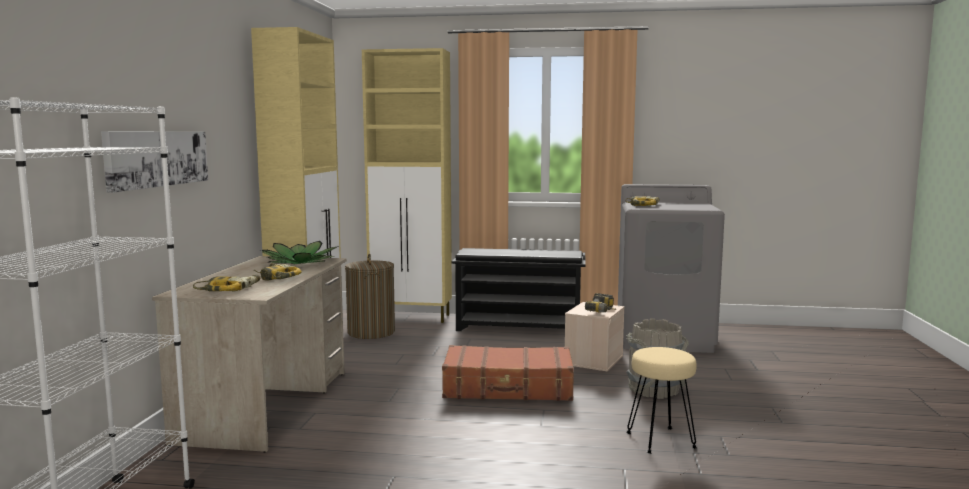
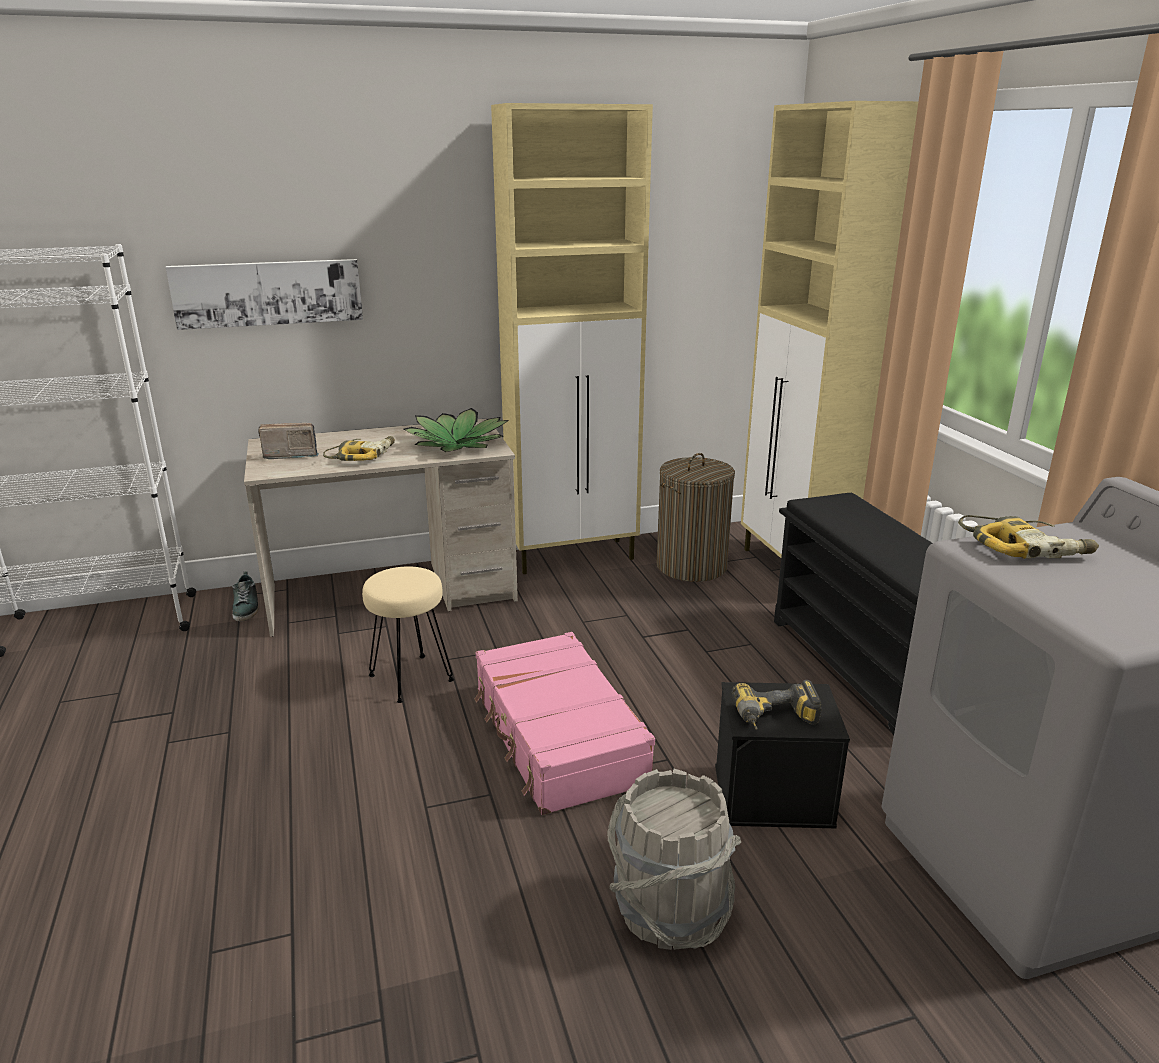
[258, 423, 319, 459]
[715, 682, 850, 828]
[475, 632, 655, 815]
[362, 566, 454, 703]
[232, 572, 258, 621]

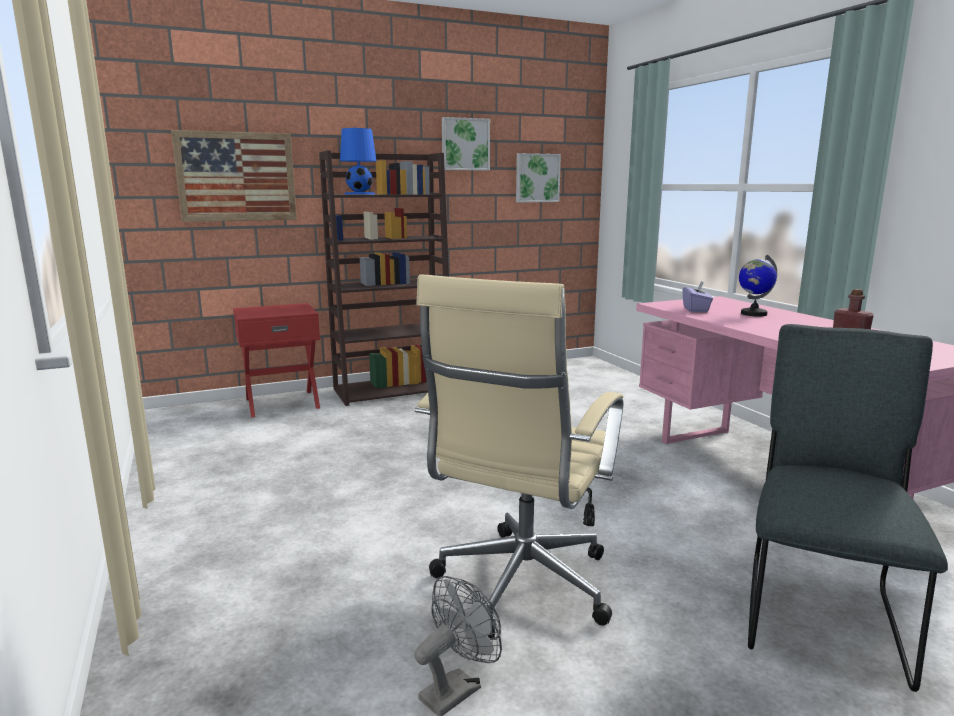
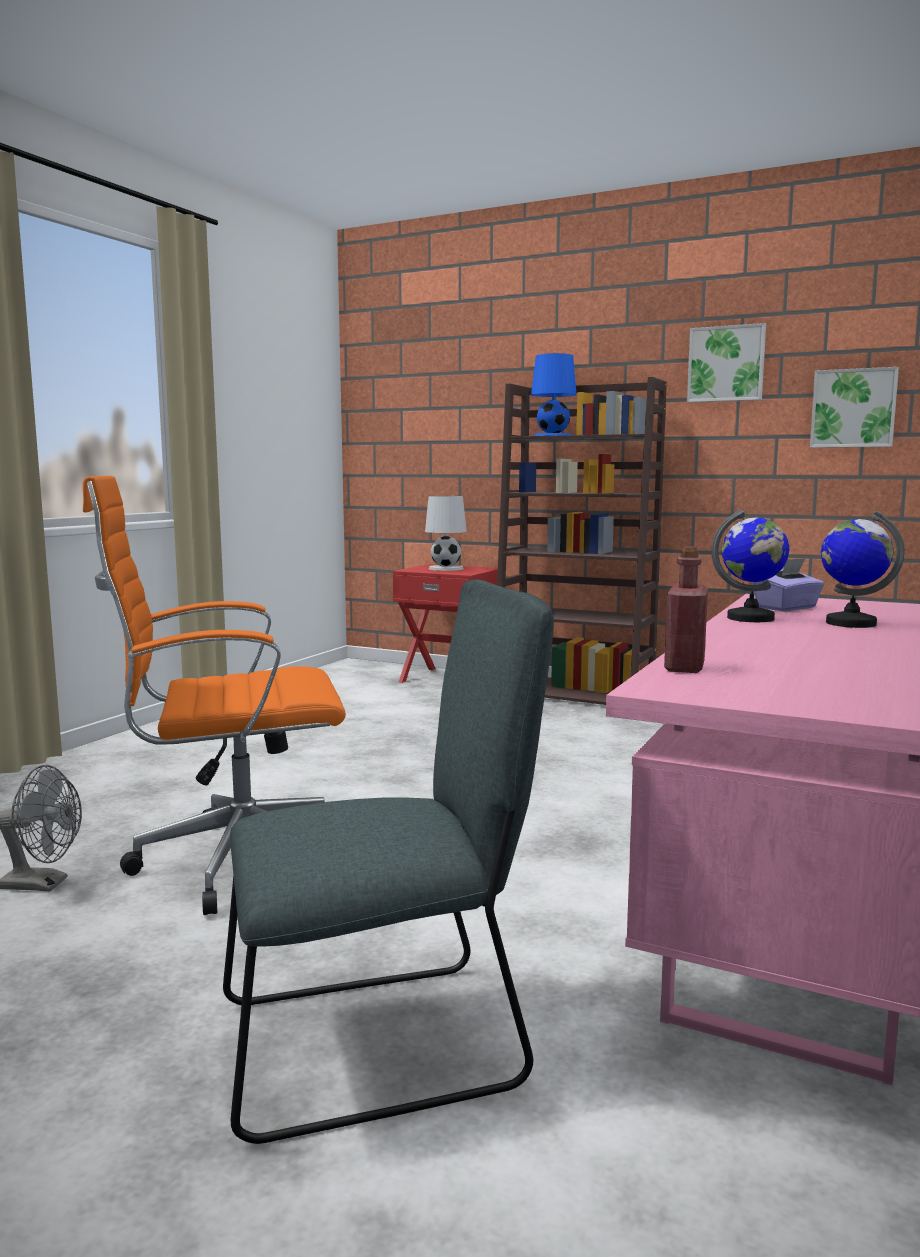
[171, 130, 297, 222] (first image)
[82, 476, 346, 915]
[425, 496, 467, 571]
[711, 509, 789, 622]

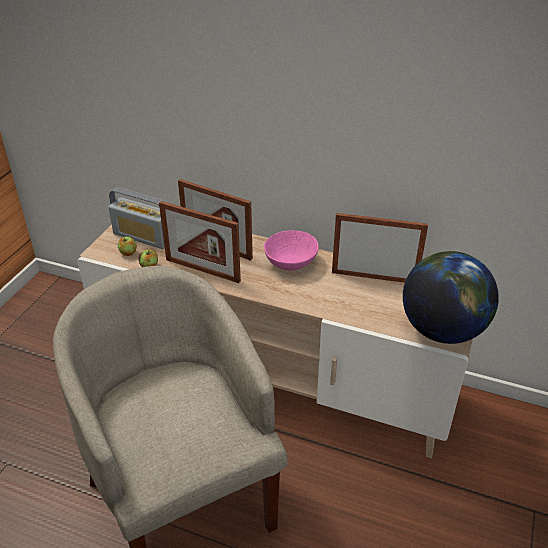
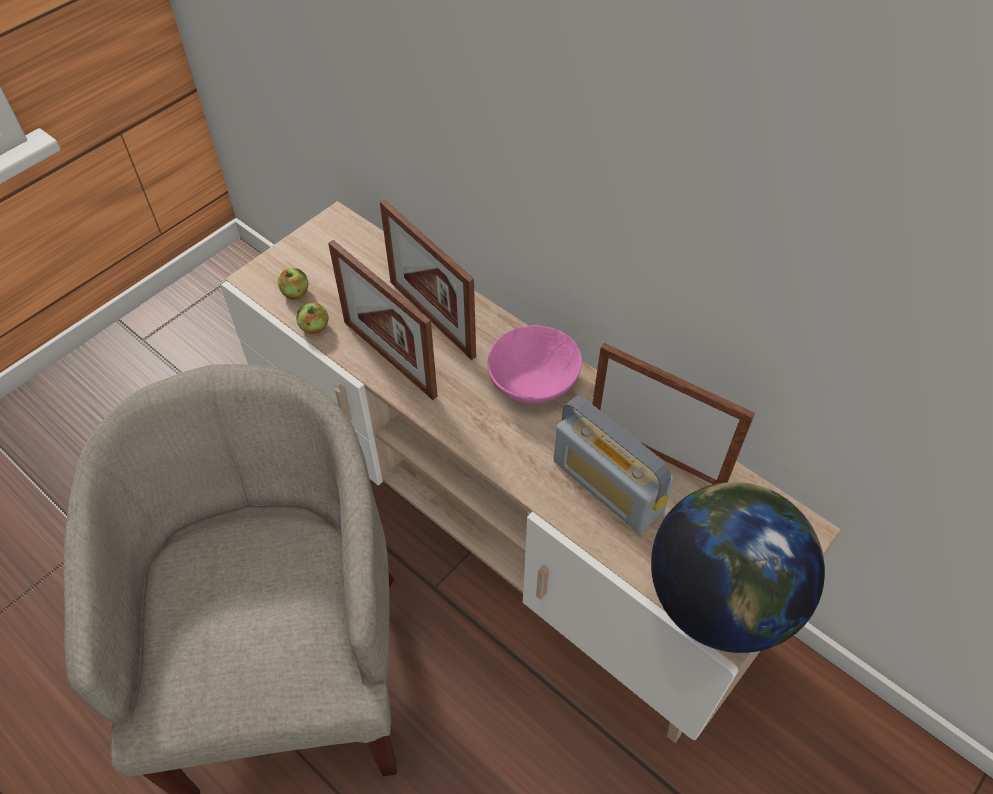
[554, 396, 674, 533]

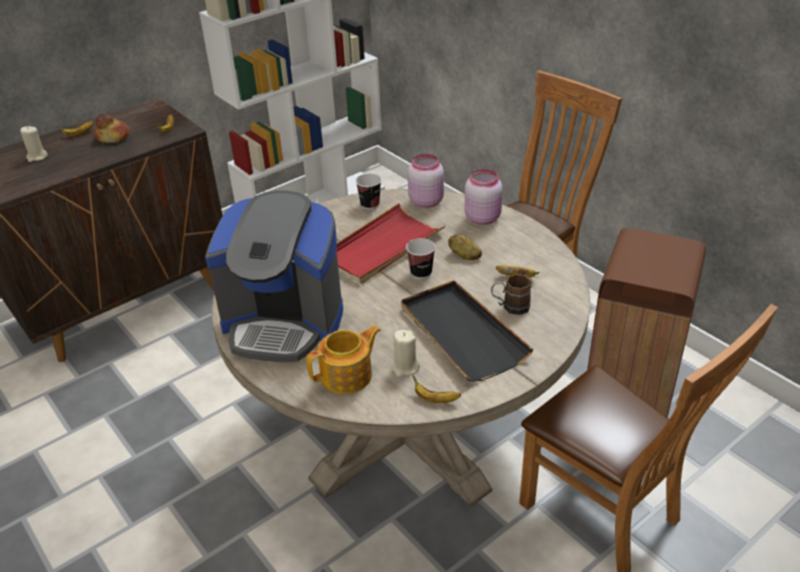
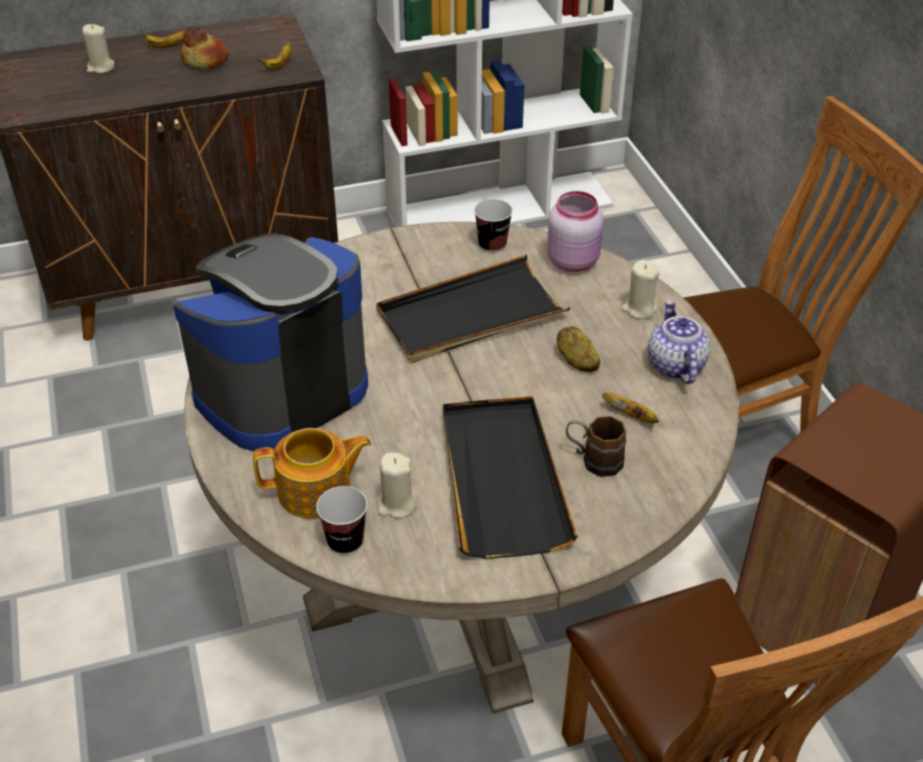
[621, 260, 660, 319]
[173, 233, 368, 451]
[376, 255, 570, 363]
[316, 486, 367, 555]
[413, 376, 461, 403] (first image)
[648, 300, 710, 384]

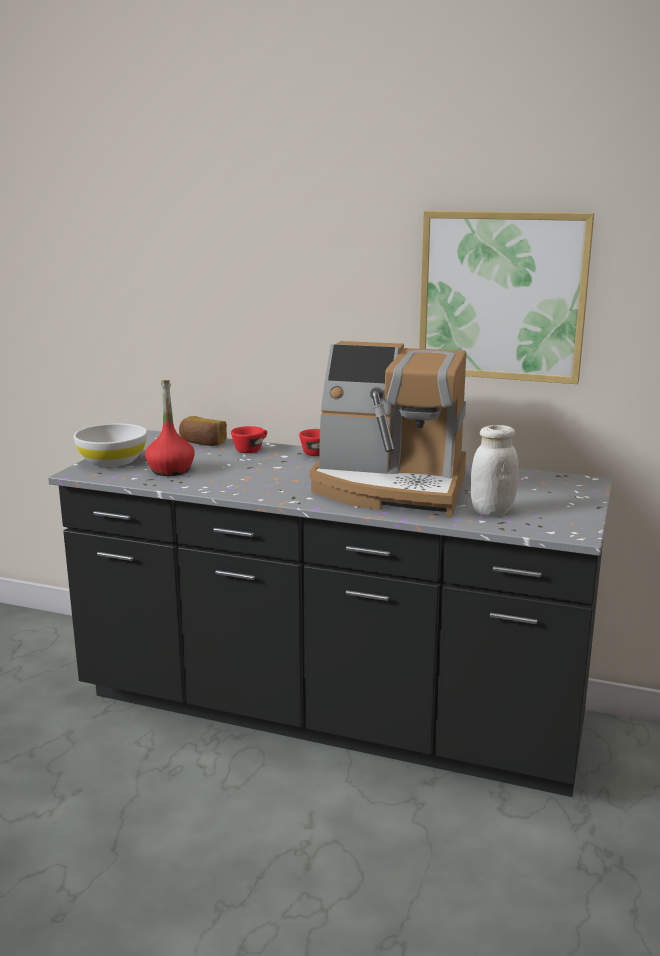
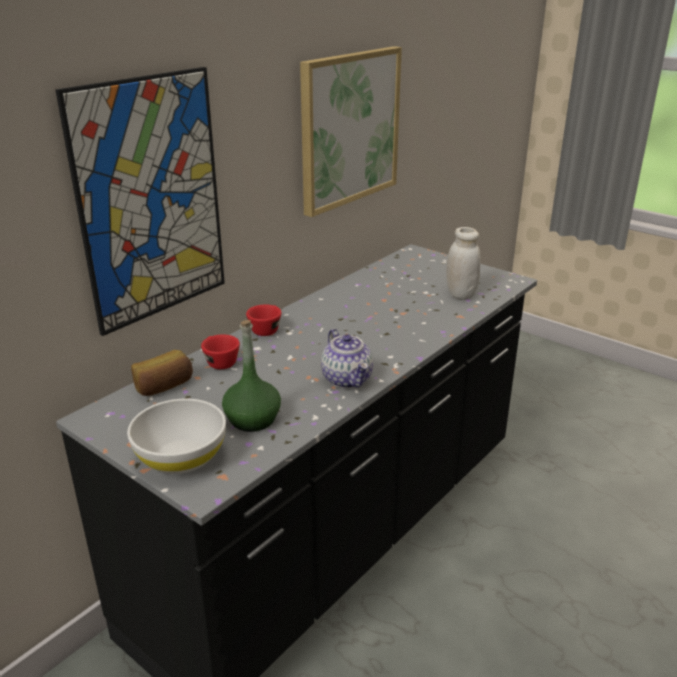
[310, 341, 466, 518] (first image)
[222, 320, 281, 432]
[55, 67, 225, 336]
[321, 329, 373, 388]

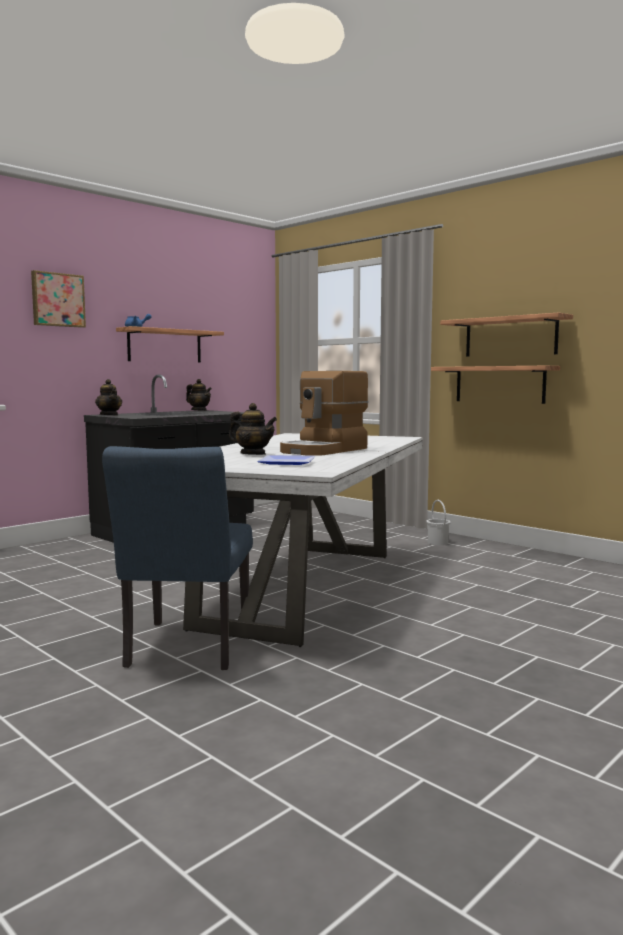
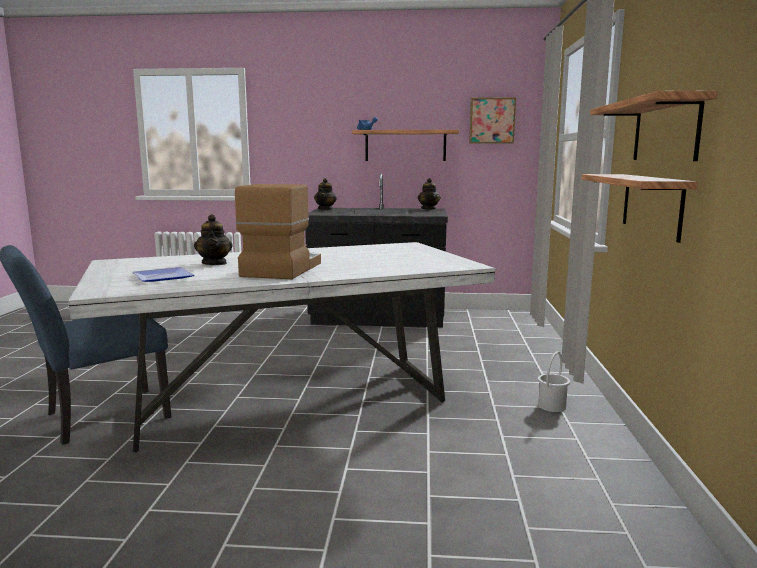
[469, 97, 516, 143]
[235, 184, 321, 279]

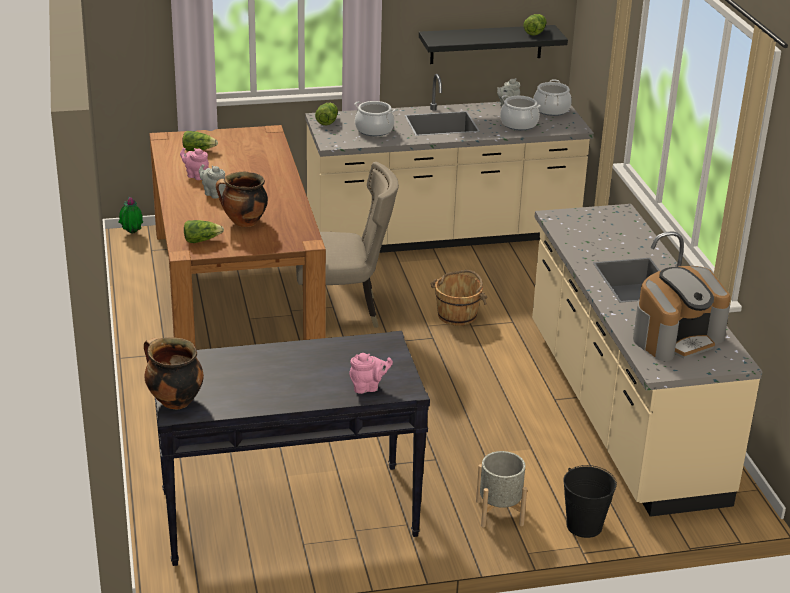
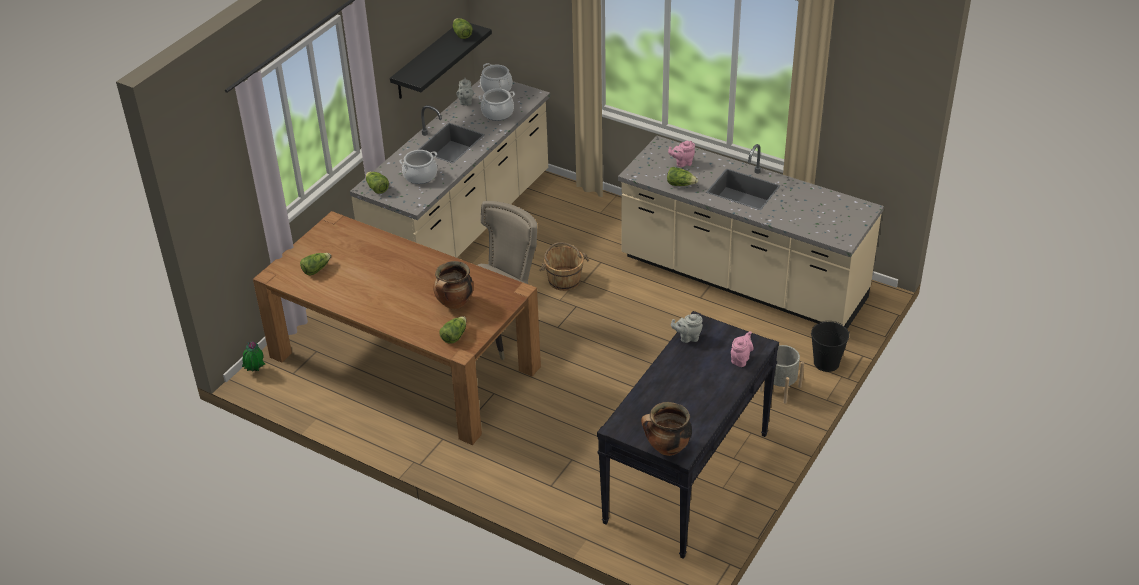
[668, 141, 695, 167]
[671, 314, 703, 343]
[633, 266, 731, 361] (first image)
[667, 167, 698, 186]

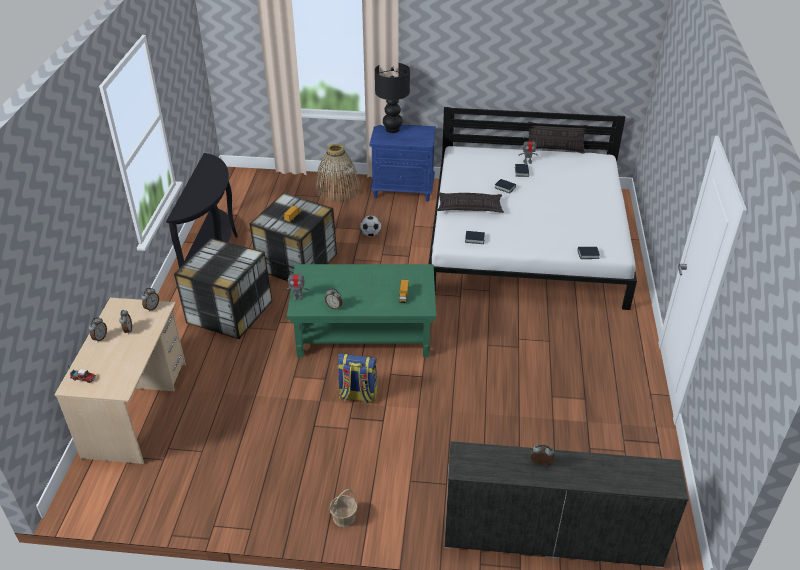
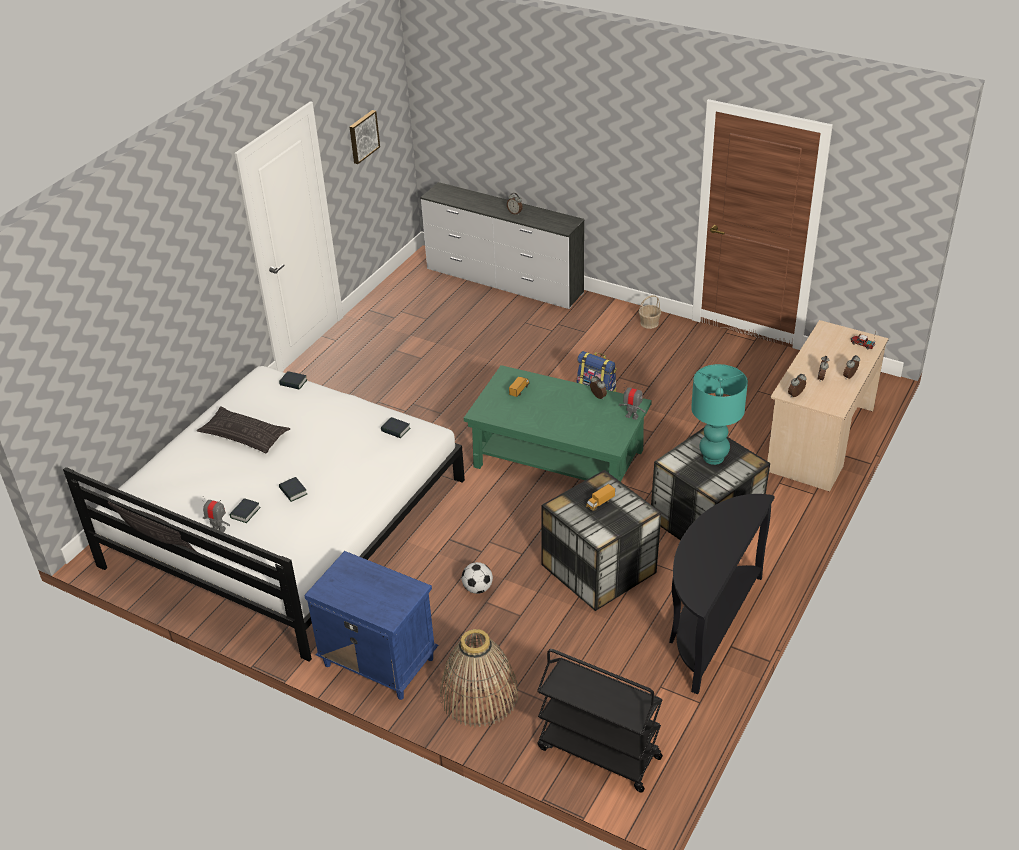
[375, 63, 410, 133] (first image)
[197, 406, 290, 453]
[350, 110, 380, 164]
[691, 364, 748, 465]
[537, 649, 663, 793]

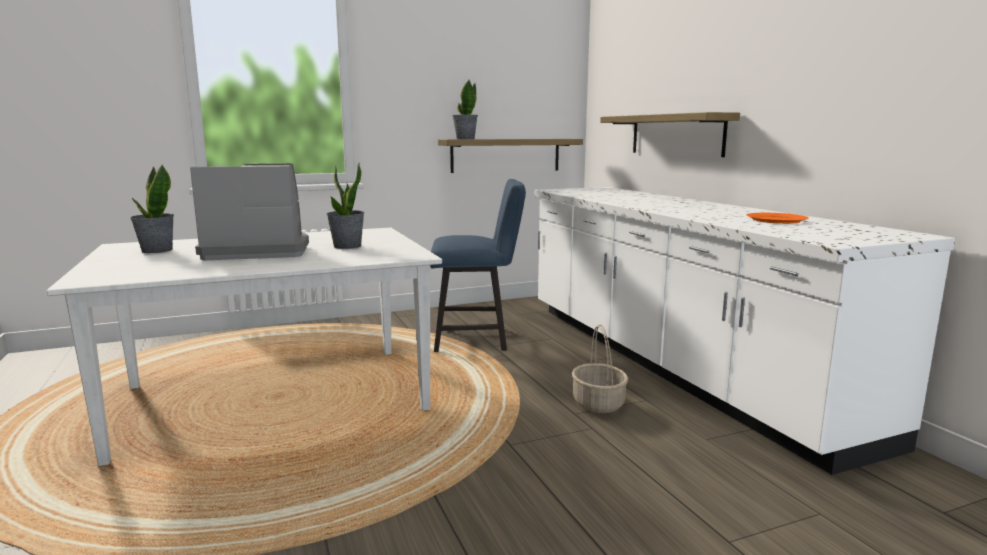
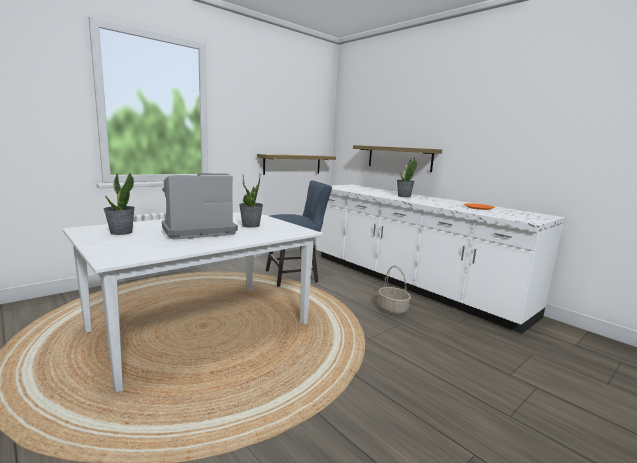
[397, 158, 417, 197]

